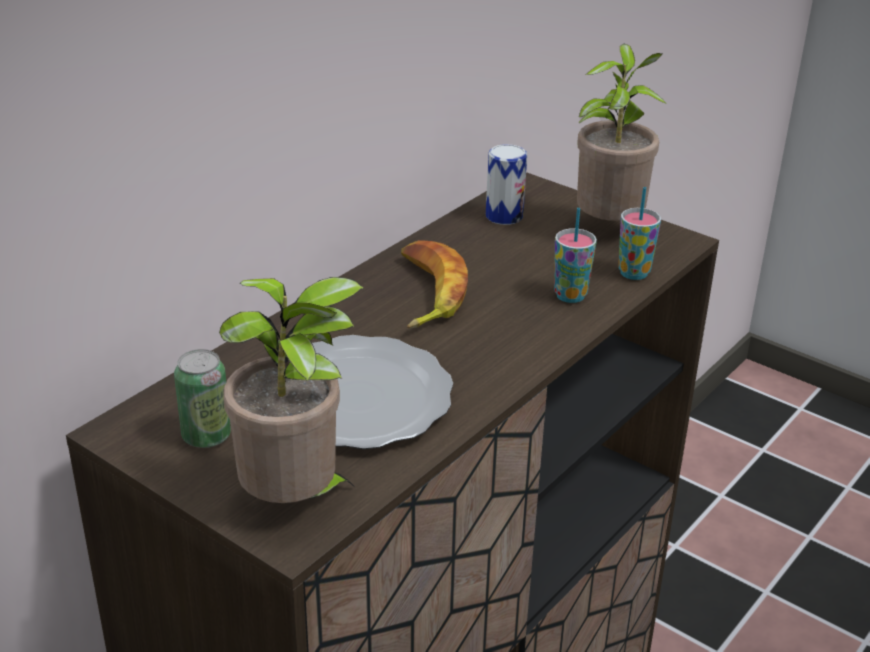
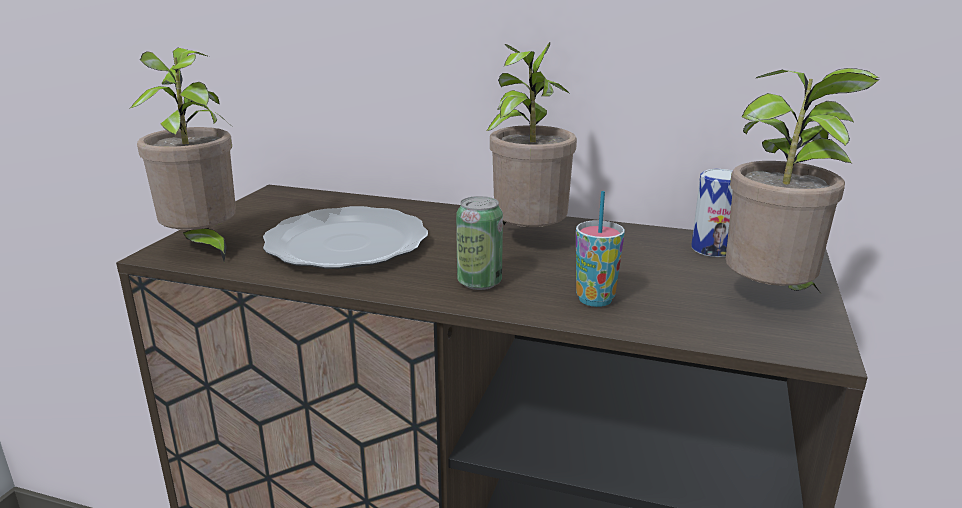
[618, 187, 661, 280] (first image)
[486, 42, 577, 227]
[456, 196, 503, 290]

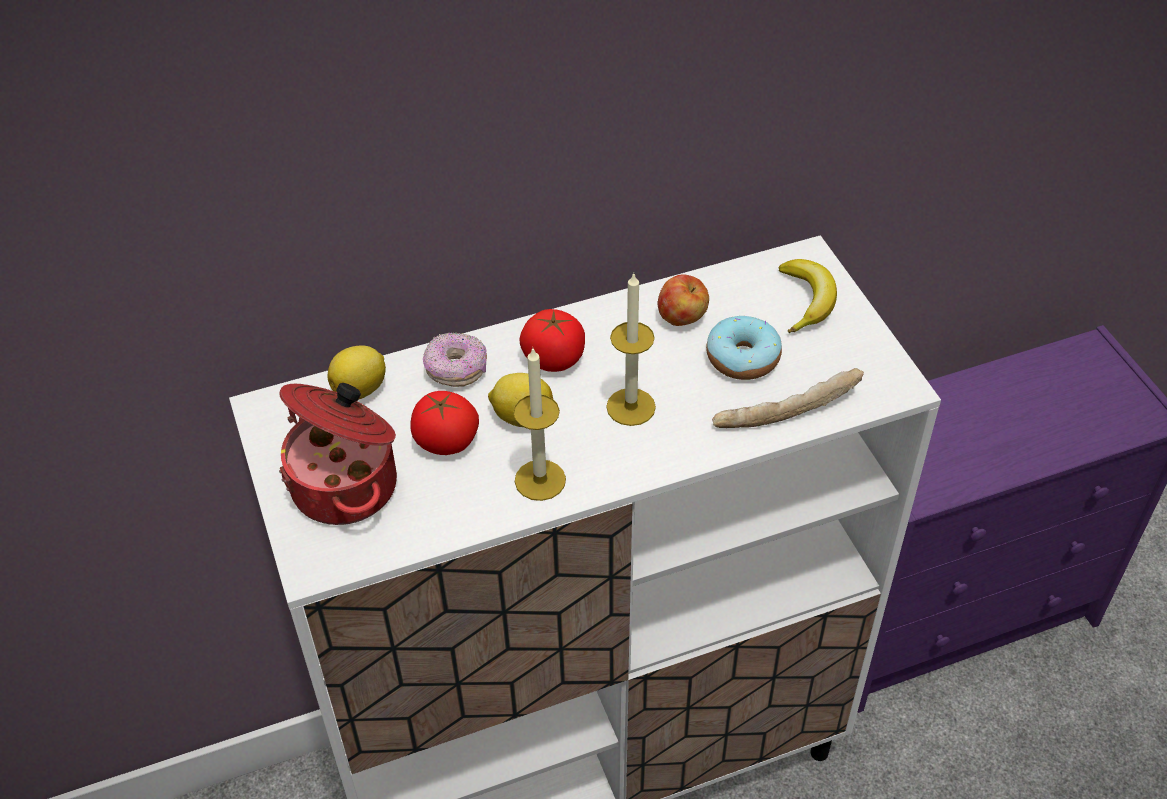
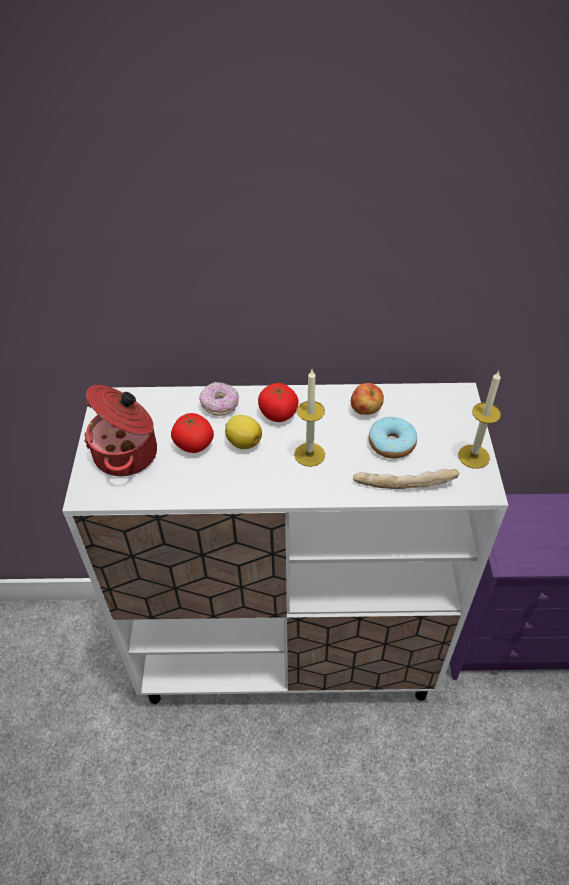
[778, 259, 837, 333] (first image)
[328, 345, 386, 400] (first image)
[458, 371, 501, 469]

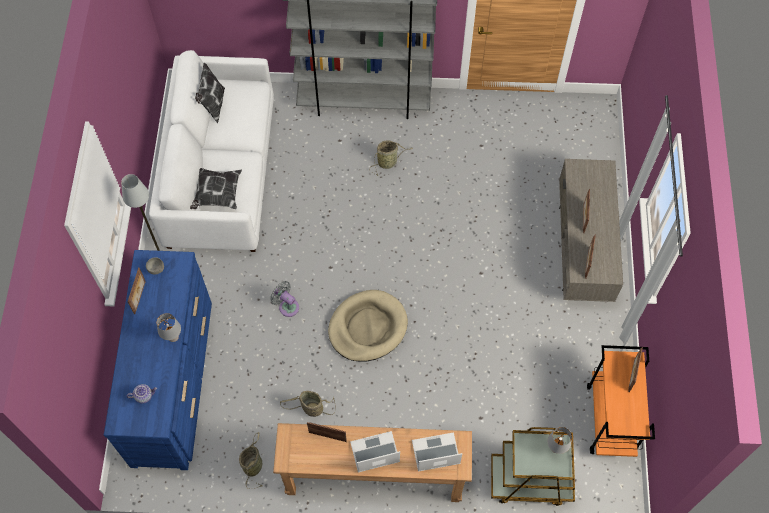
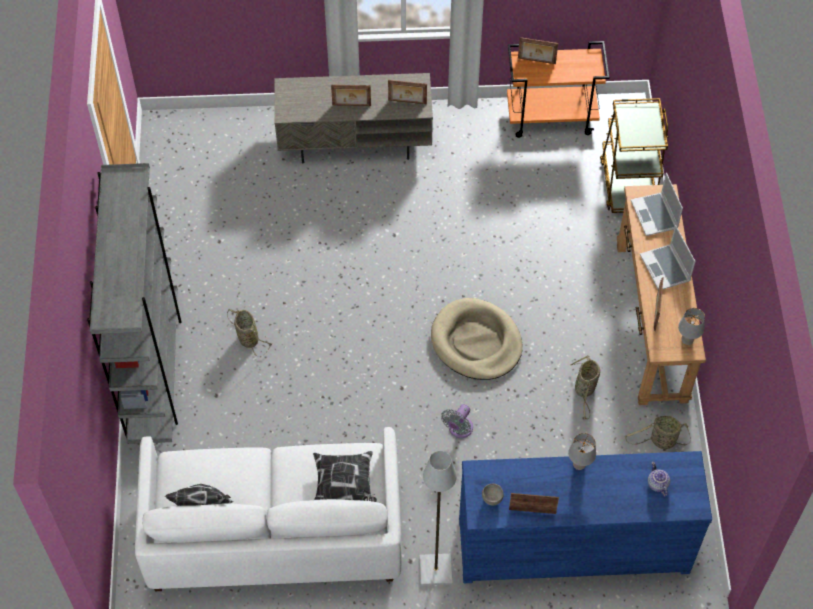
[678, 308, 705, 345]

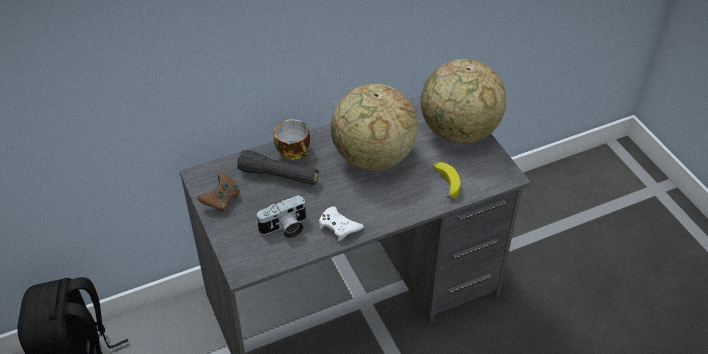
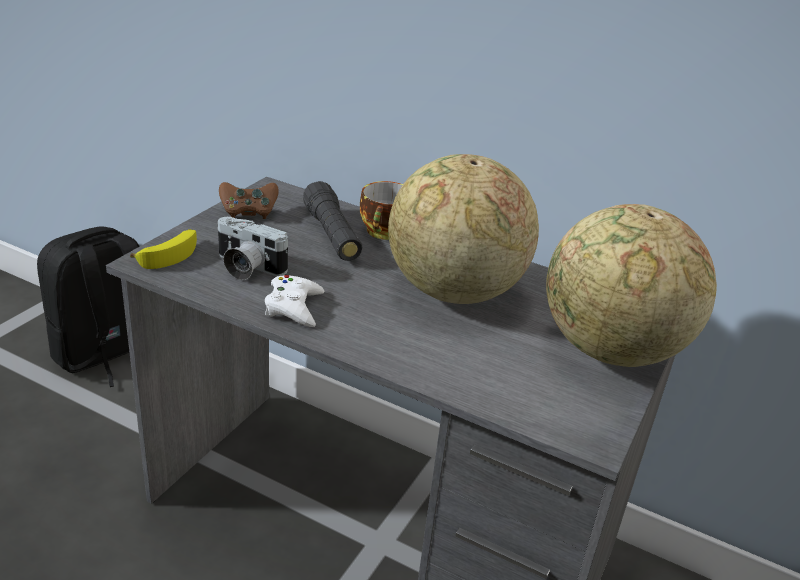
[130, 229, 197, 269]

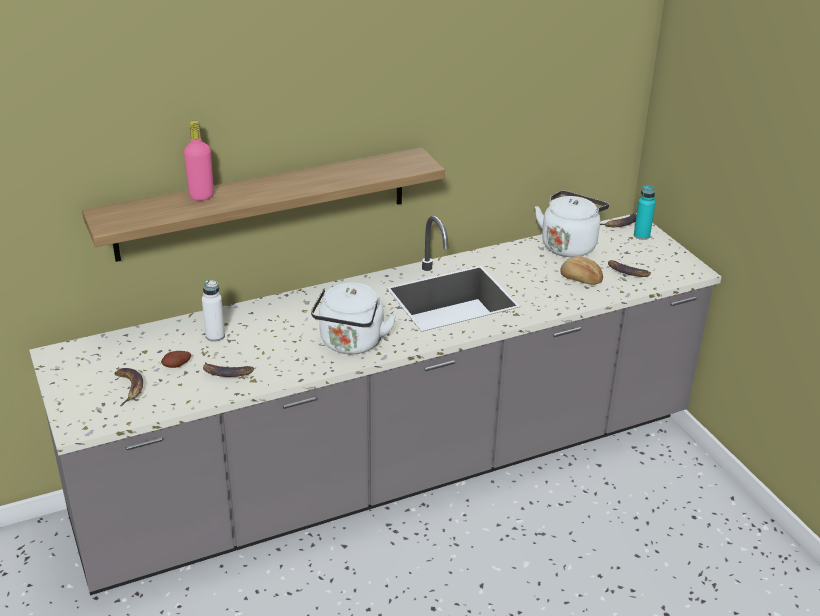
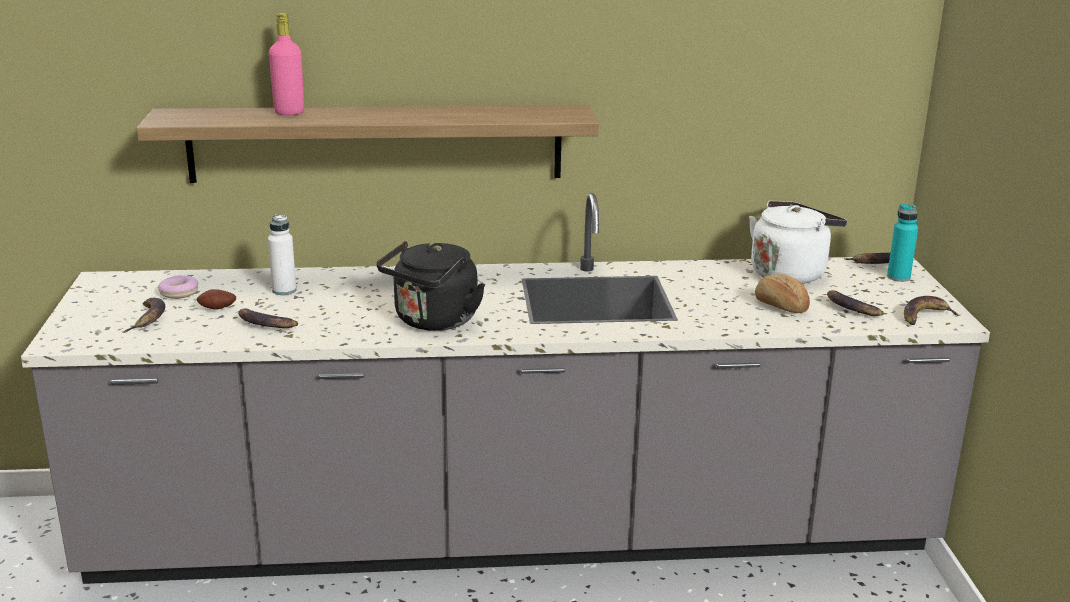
[377, 241, 485, 331]
[158, 275, 198, 299]
[904, 296, 959, 325]

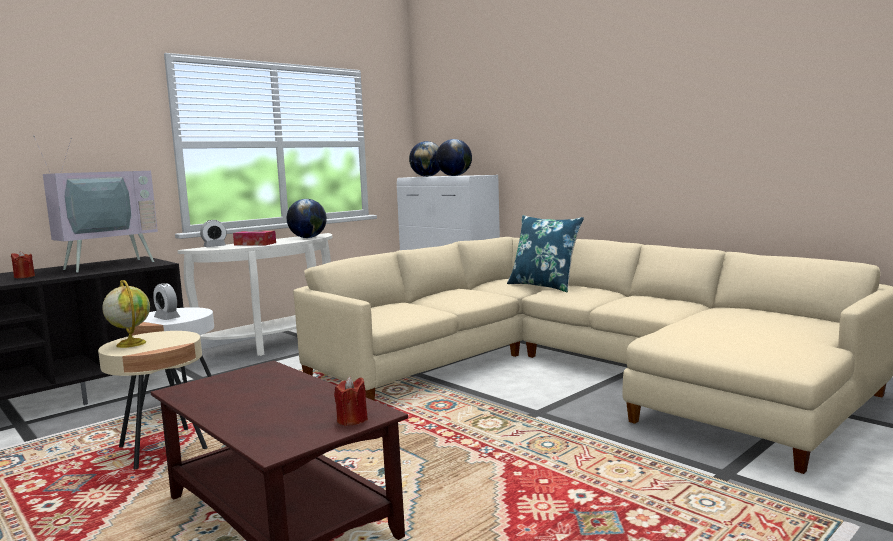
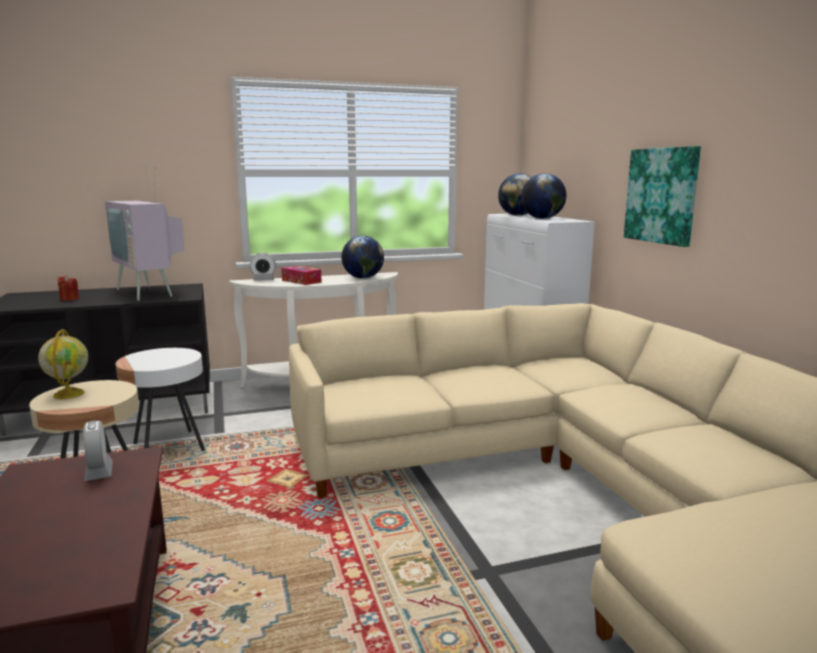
[105, 167, 185, 301]
[507, 215, 584, 292] (first image)
[84, 420, 113, 481]
[334, 377, 368, 426] (first image)
[624, 146, 701, 247]

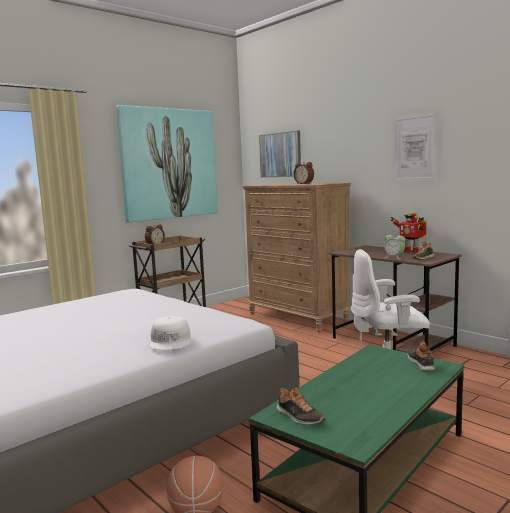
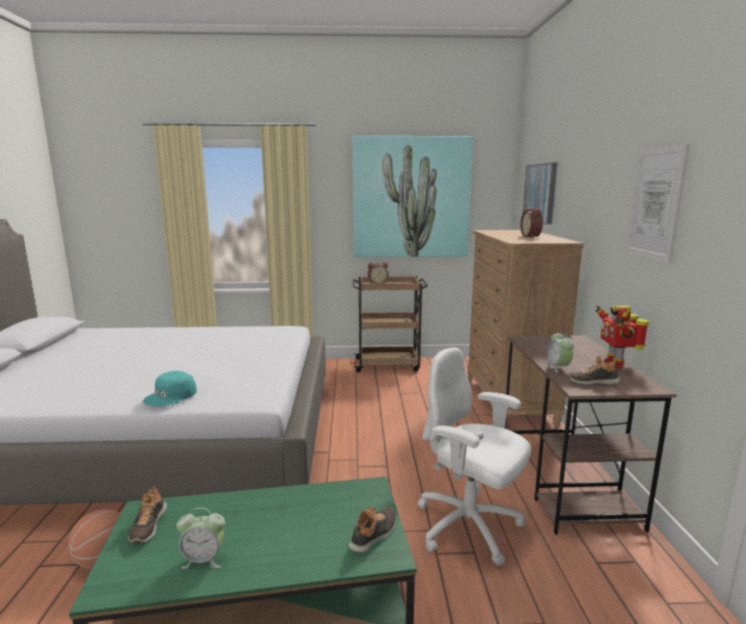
[143, 371, 197, 407]
[176, 508, 225, 569]

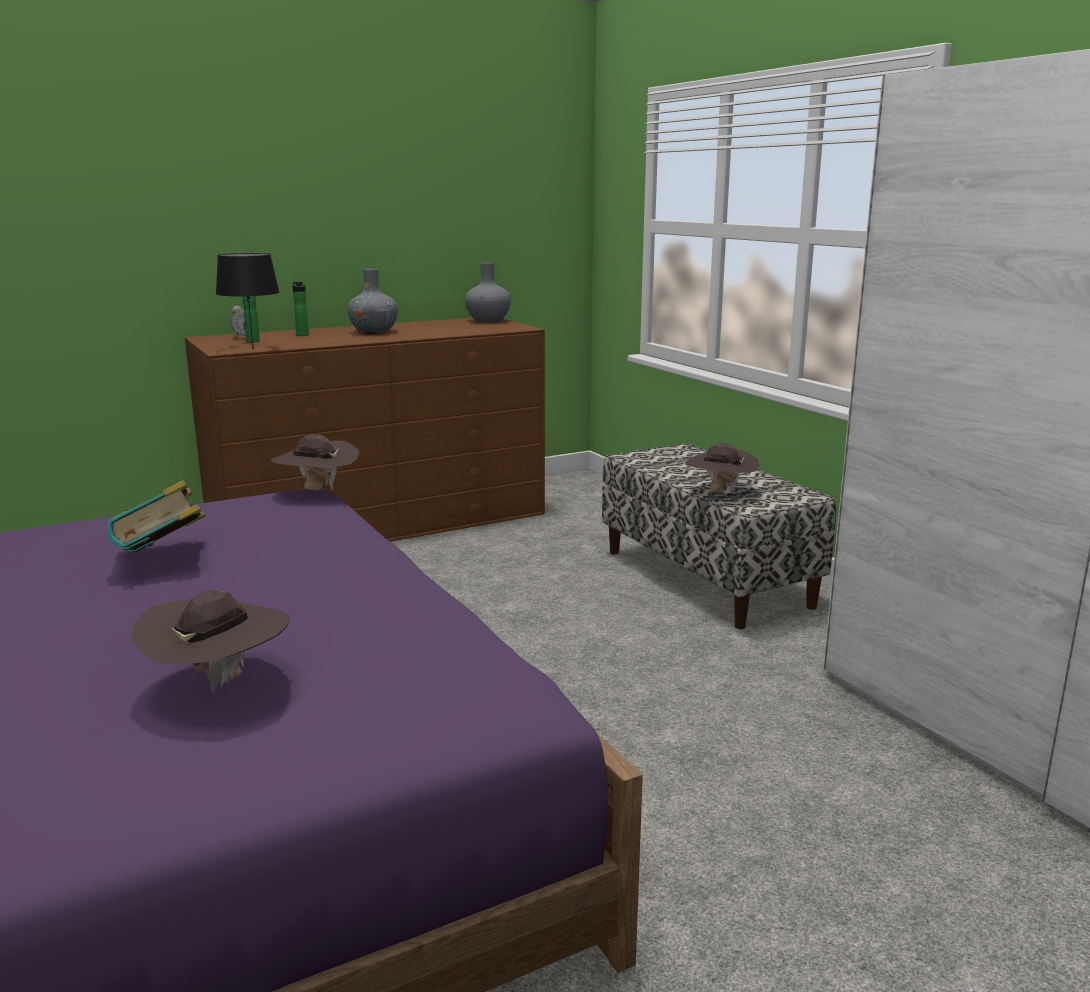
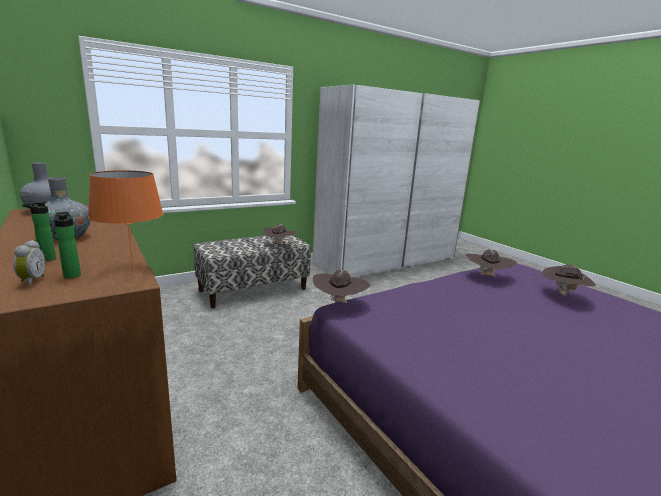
[88, 170, 163, 272]
[107, 480, 205, 552] (first image)
[465, 249, 517, 277]

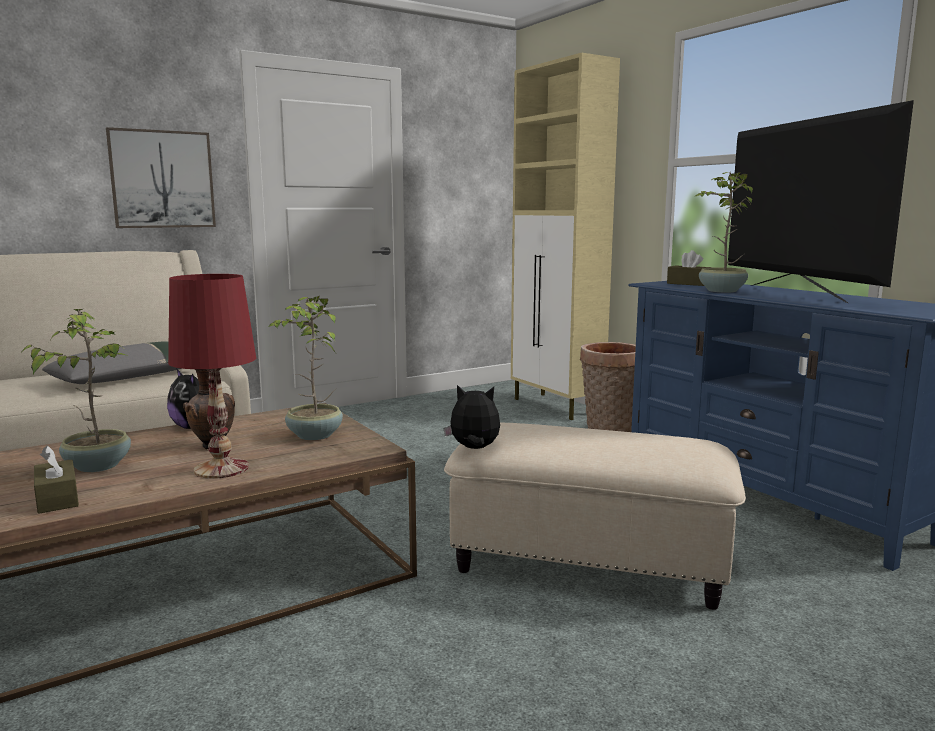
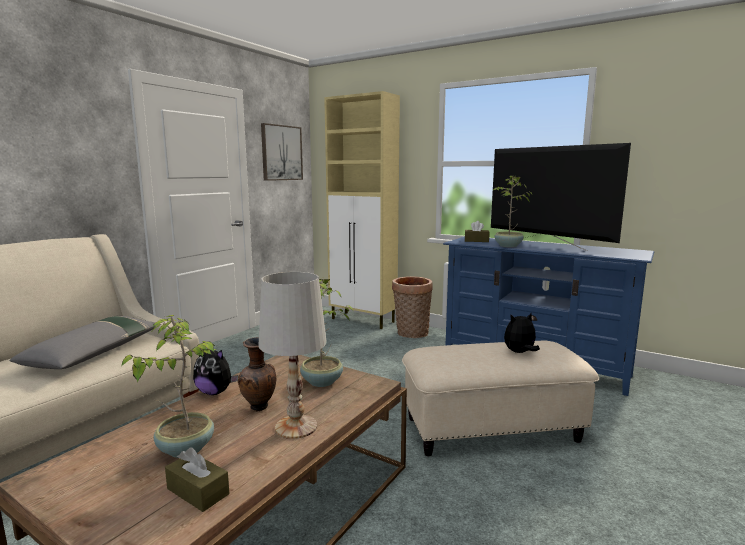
[261, 123, 303, 181]
[258, 272, 327, 439]
[504, 313, 540, 353]

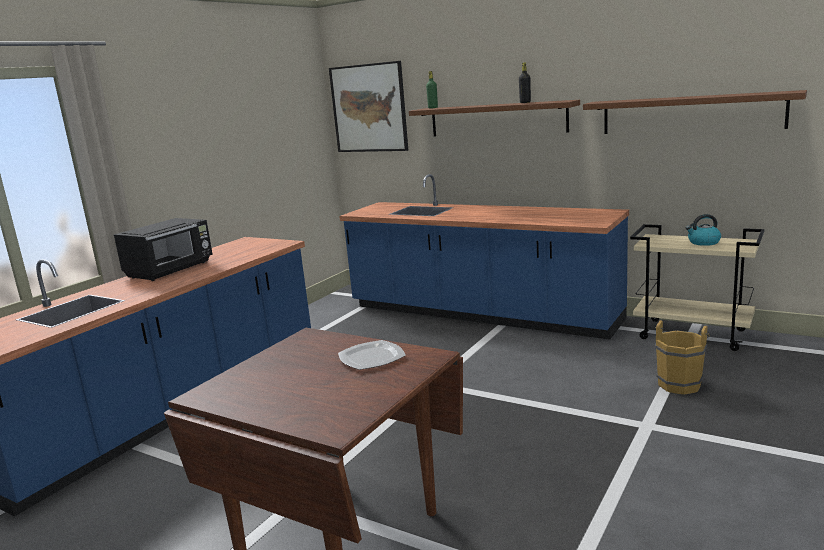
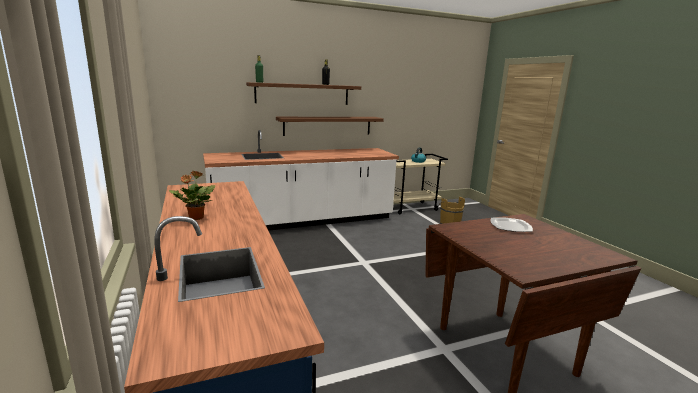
[329, 61, 408, 152] (first image)
[276, 117, 384, 136]
[203, 130, 399, 231]
[169, 171, 215, 220]

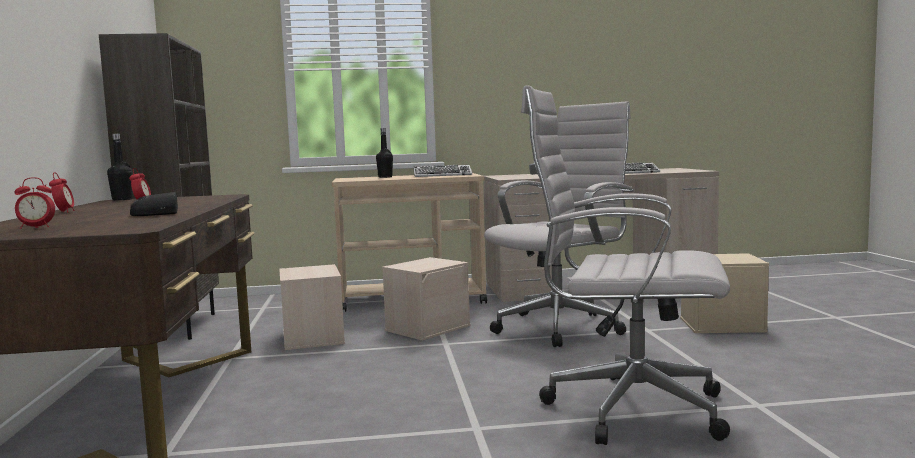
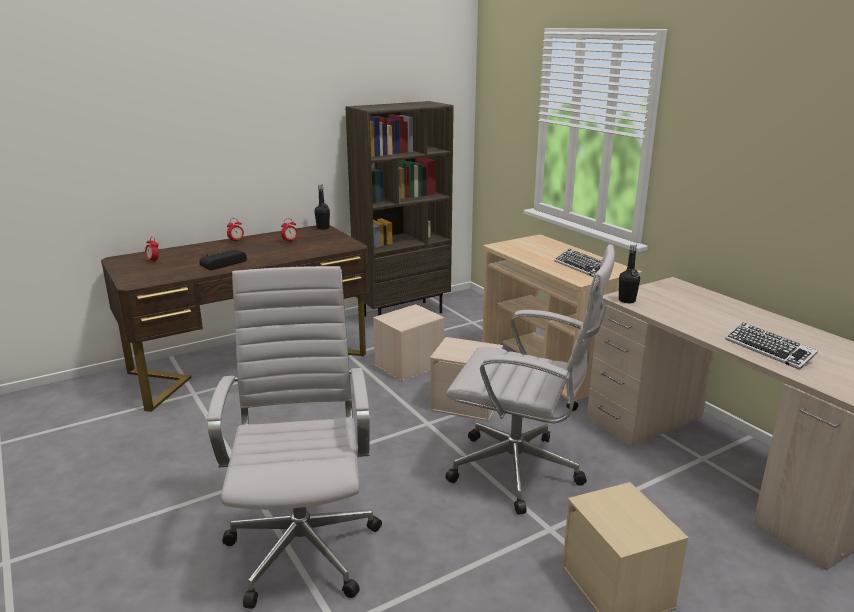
[619, 244, 640, 303]

